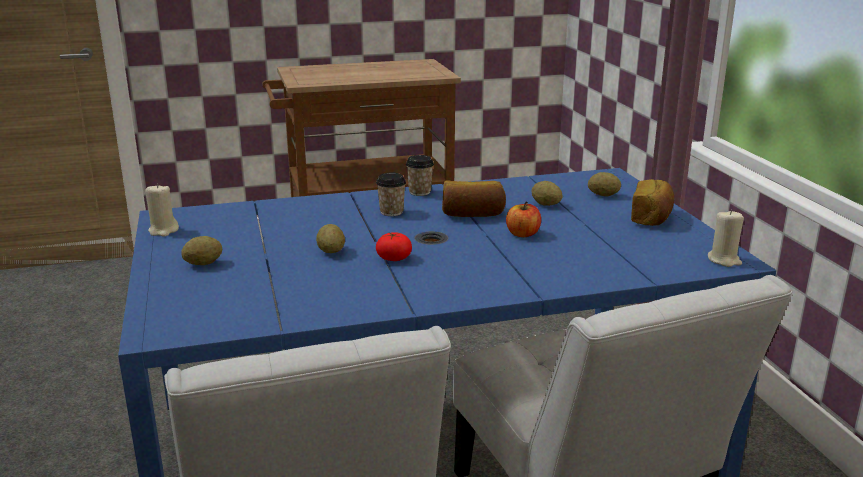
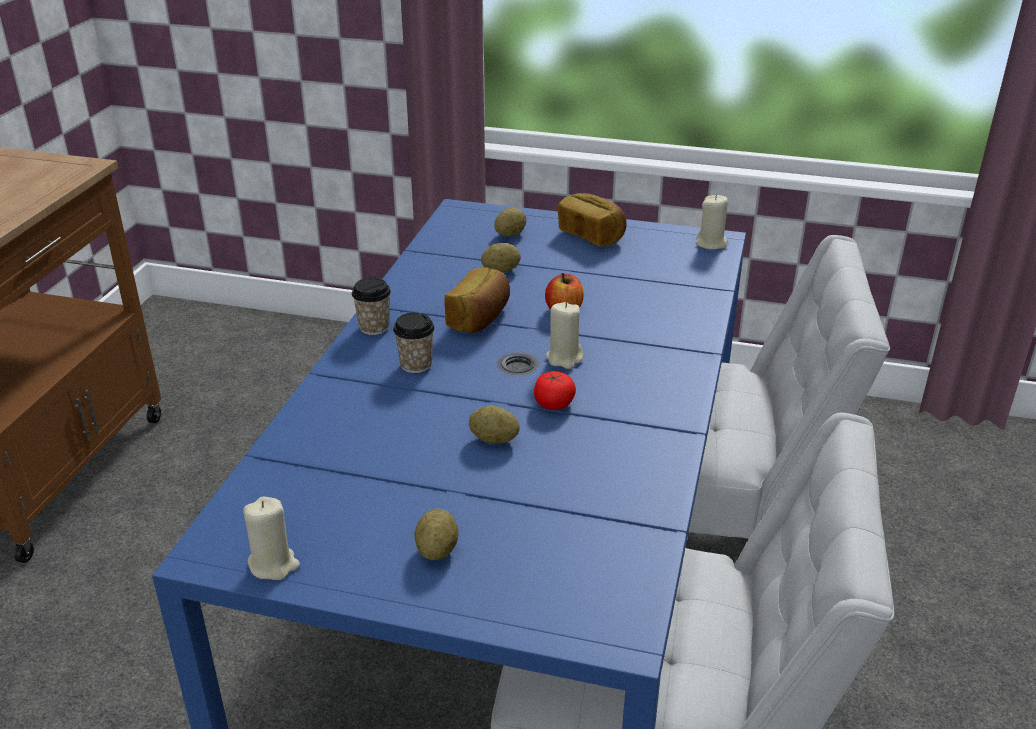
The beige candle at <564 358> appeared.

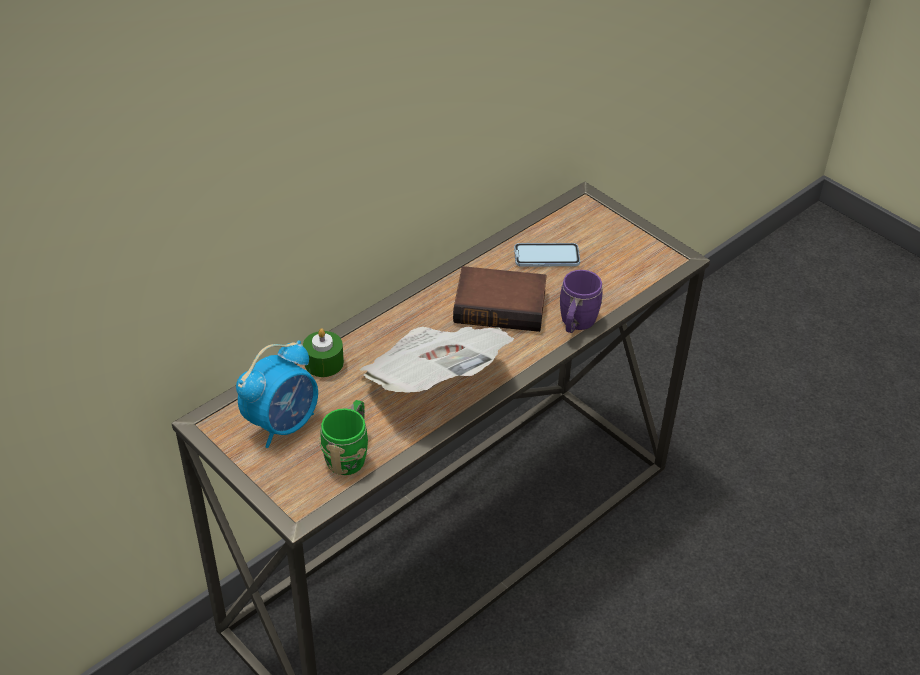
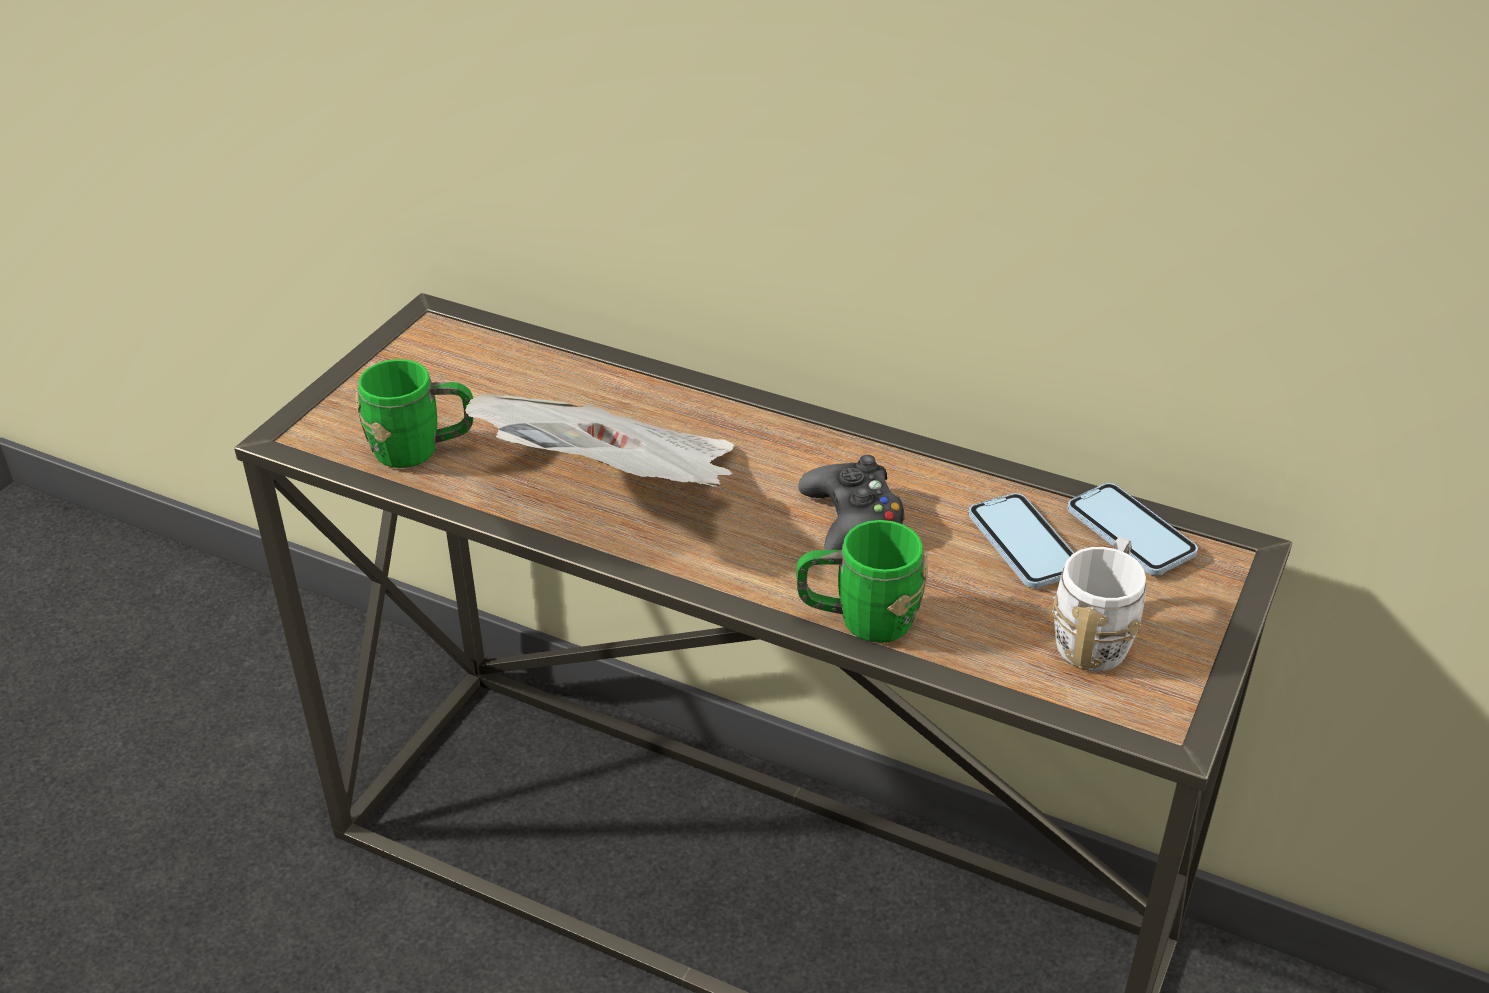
The alarm clock at <283 424> disappeared. The green candle at <324 363> disappeared. The white mug at <1096 636> appeared. The phone at <1130 532> appeared. The book at <501 305> was replaced by the black game controller at <853 521>. The purple mug at <575 324> became the green mug at <859 620>.

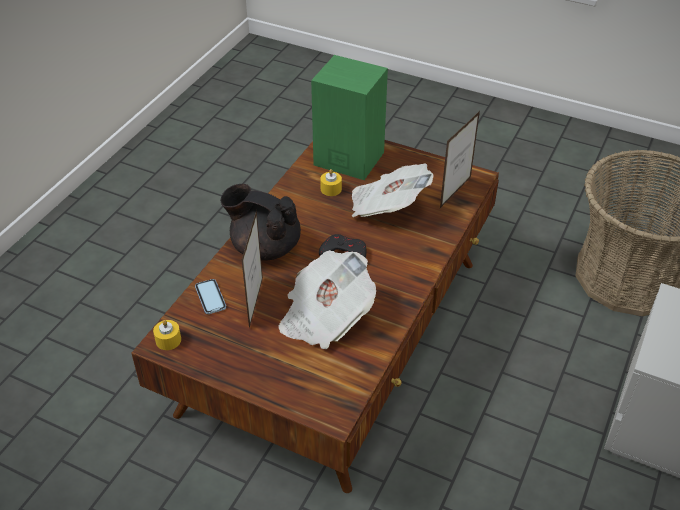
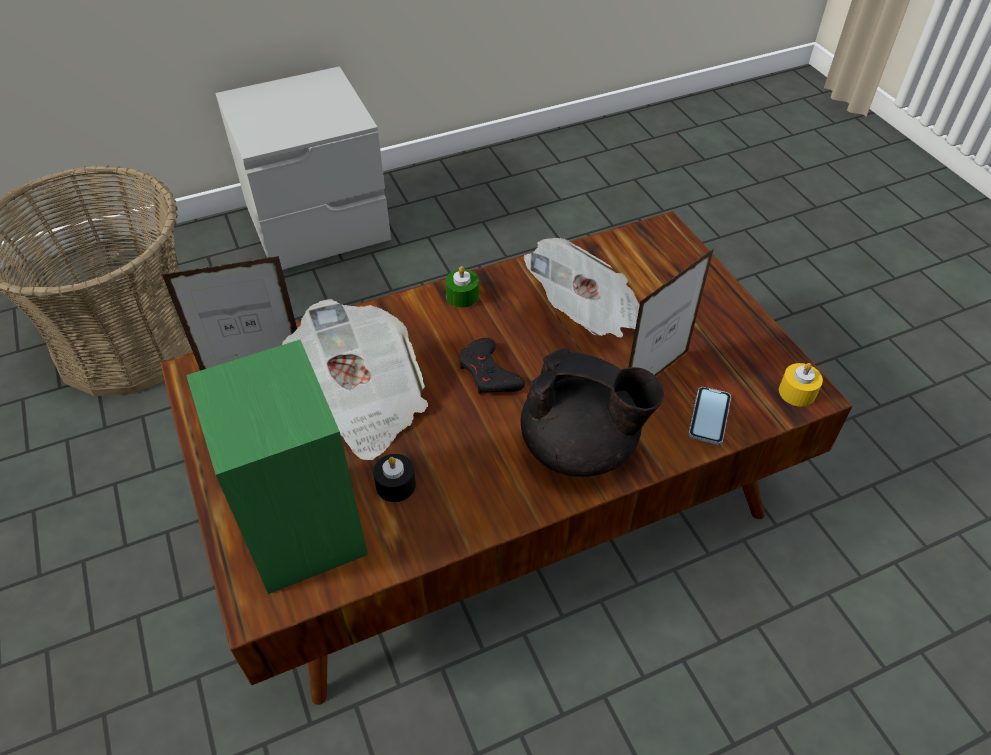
The green candle at <462 296> appeared. The yellow candle at <331 189> became the black candle at <395 485>. The black teapot at <265 247> turned 45 degrees counterclockwise.

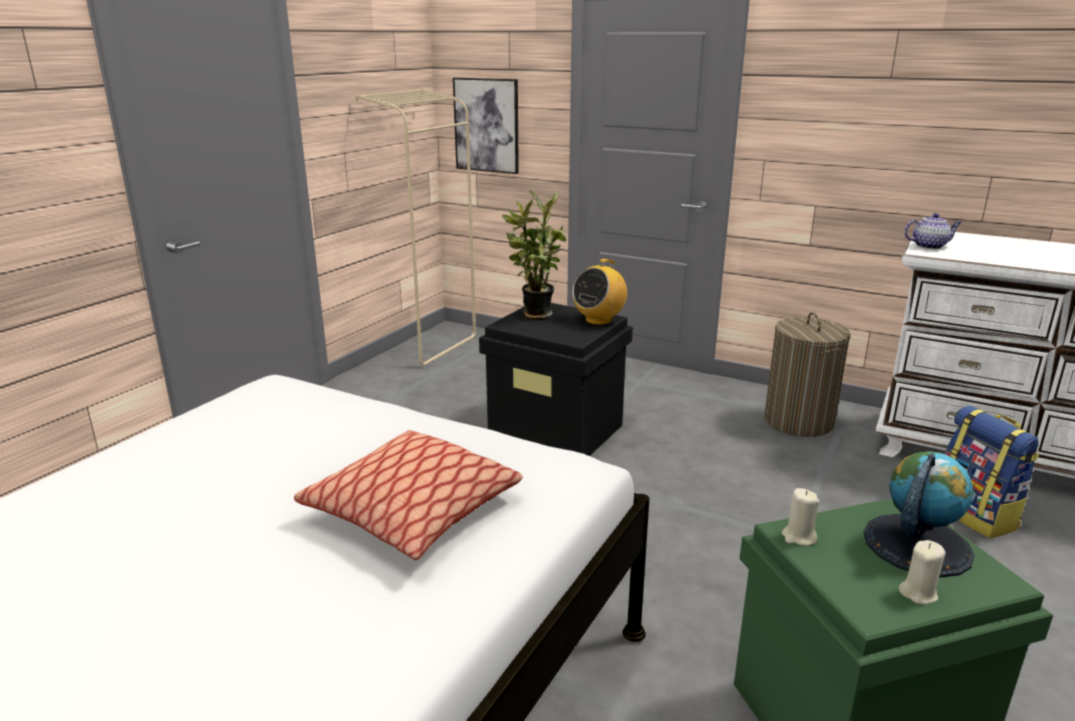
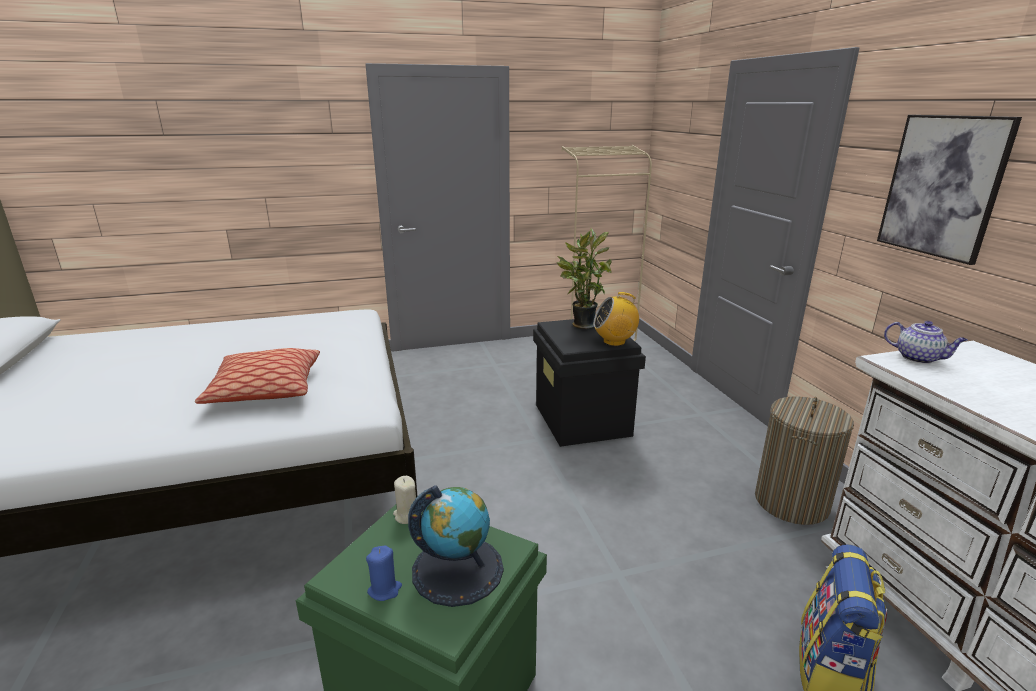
The picture moved from <486 125> to <942 186>. The beige candle at <918 593> became the blue candle at <384 590>.

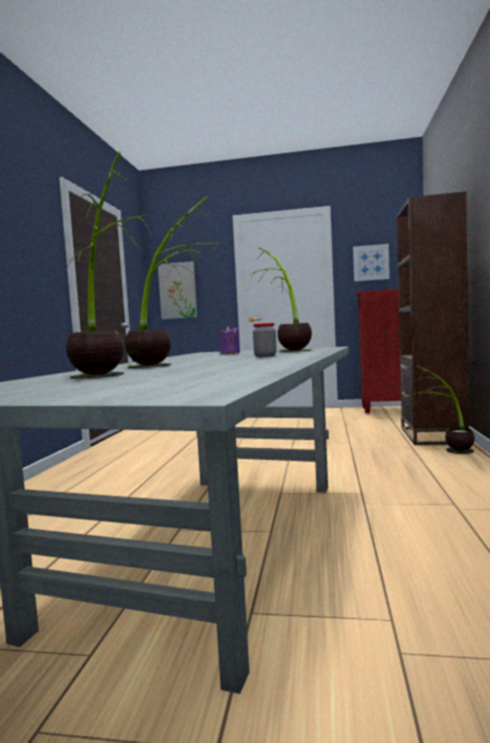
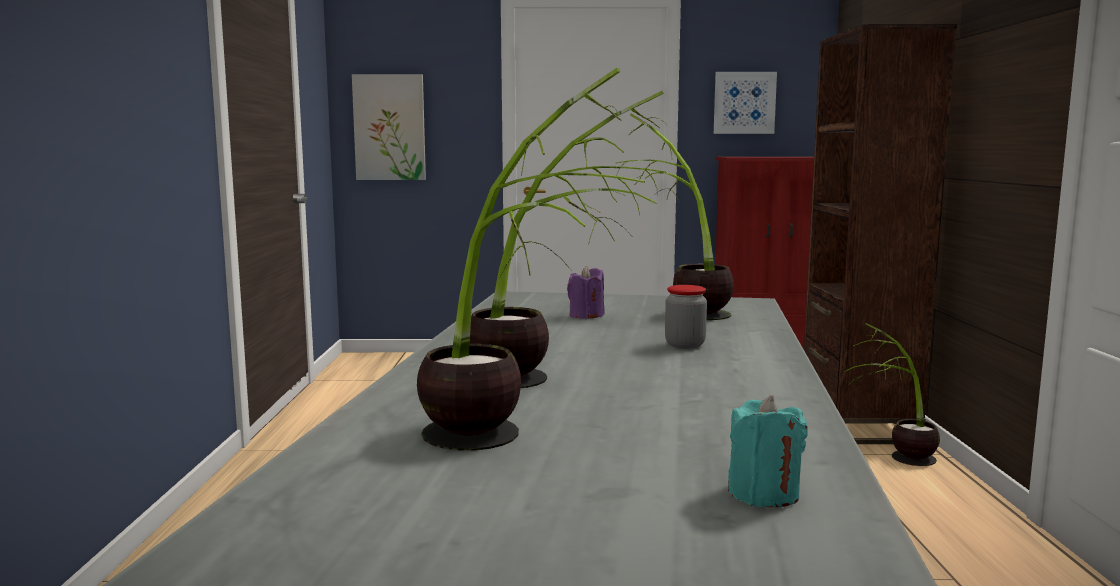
The turquoise candle at <763 494> appeared.

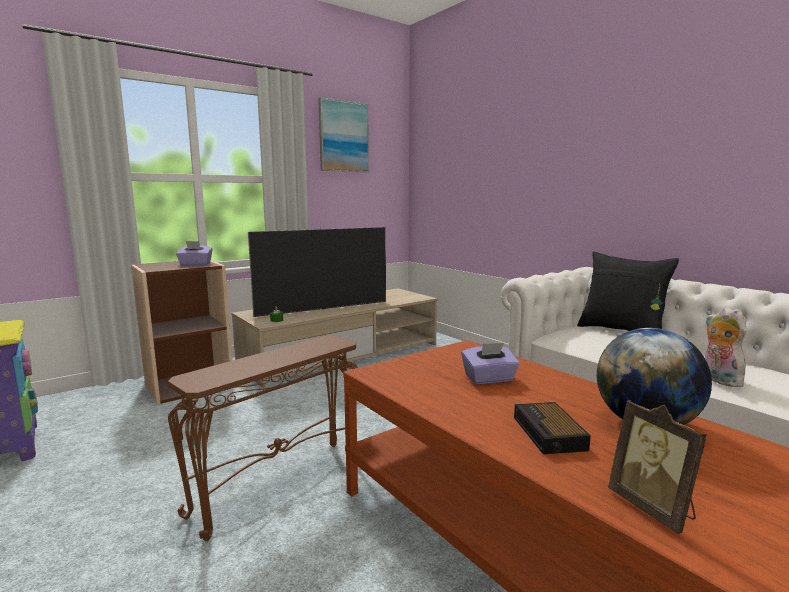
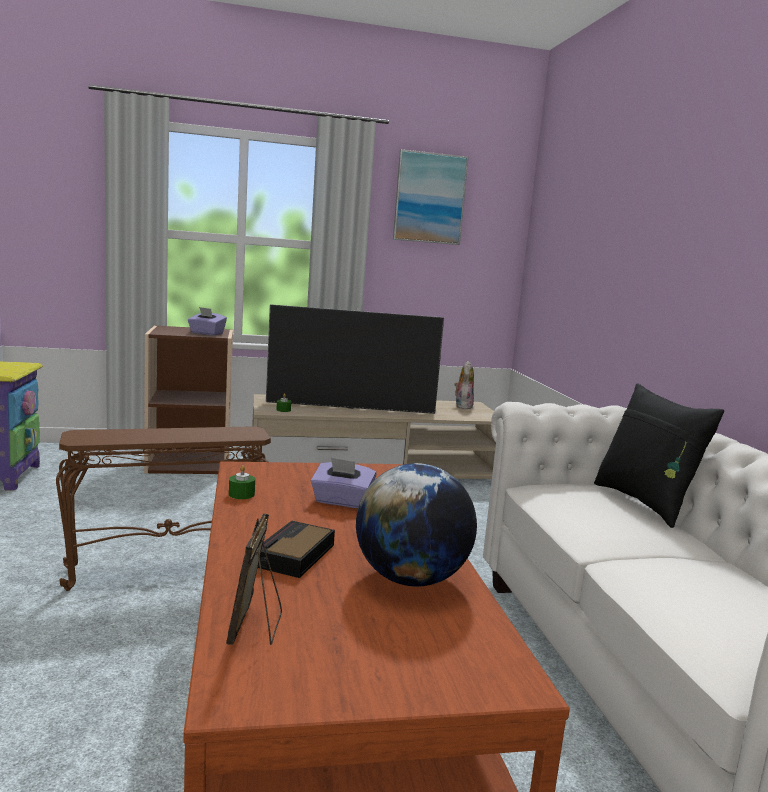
The green candle at <241 494> appeared. The plush toy moved from <718 380> to <462 406>.

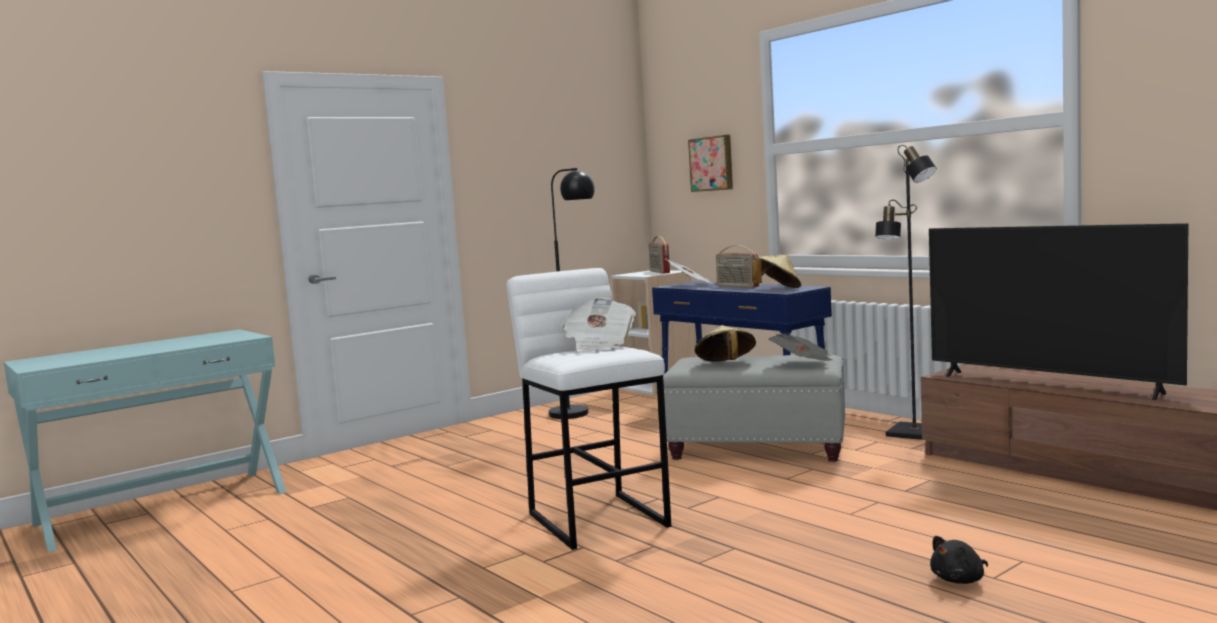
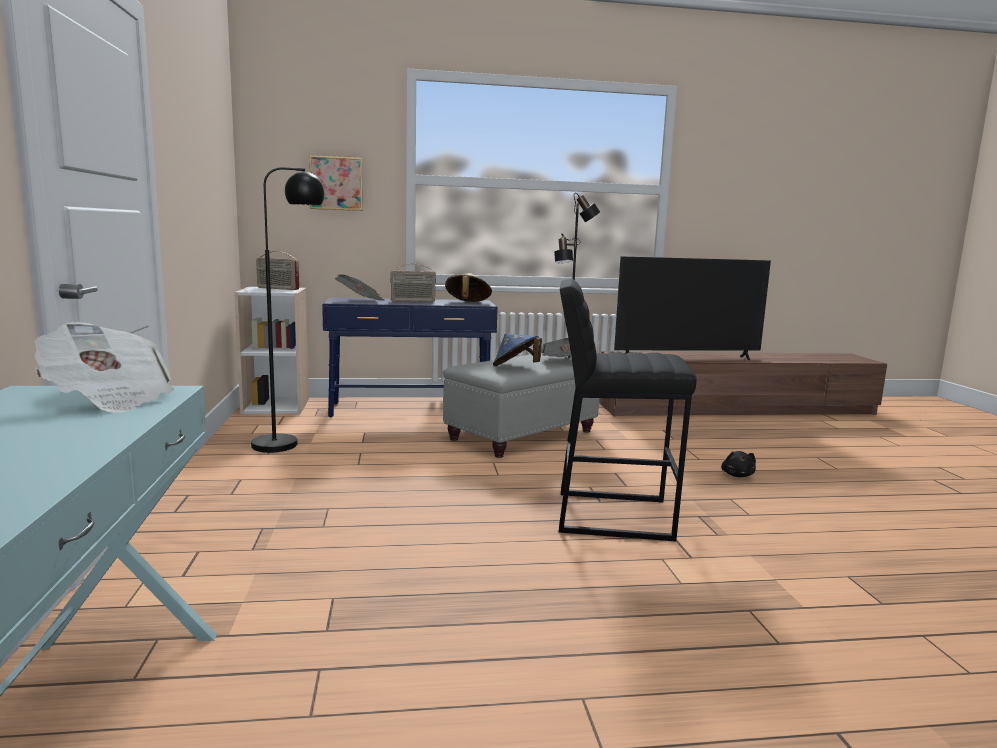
The newspaper moved from <599 345> to <109 398>. The black plush toy moved from <960 580> to <737 475>. The white stool at <596 519> became the black stool at <610 515>. The beige hat at <726 365> became the blue hat at <515 367>.

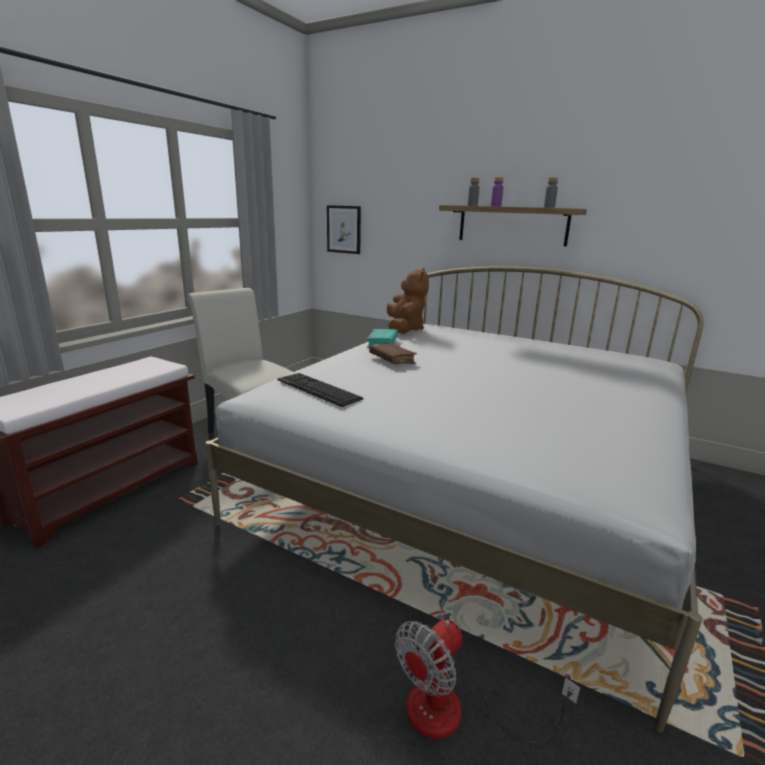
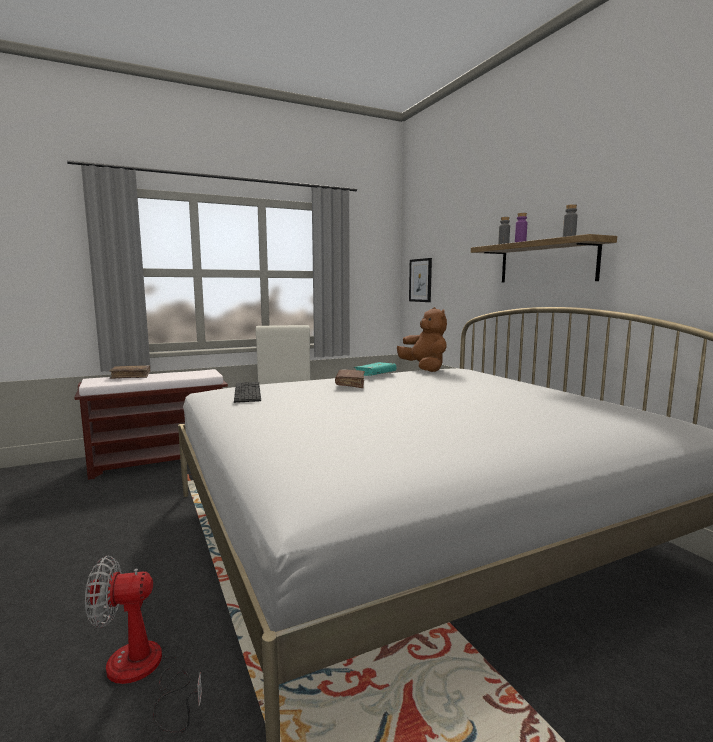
The brown book at <131 376> appeared. The brown plush toy at <404 329> turned 60 degrees counterclockwise.

